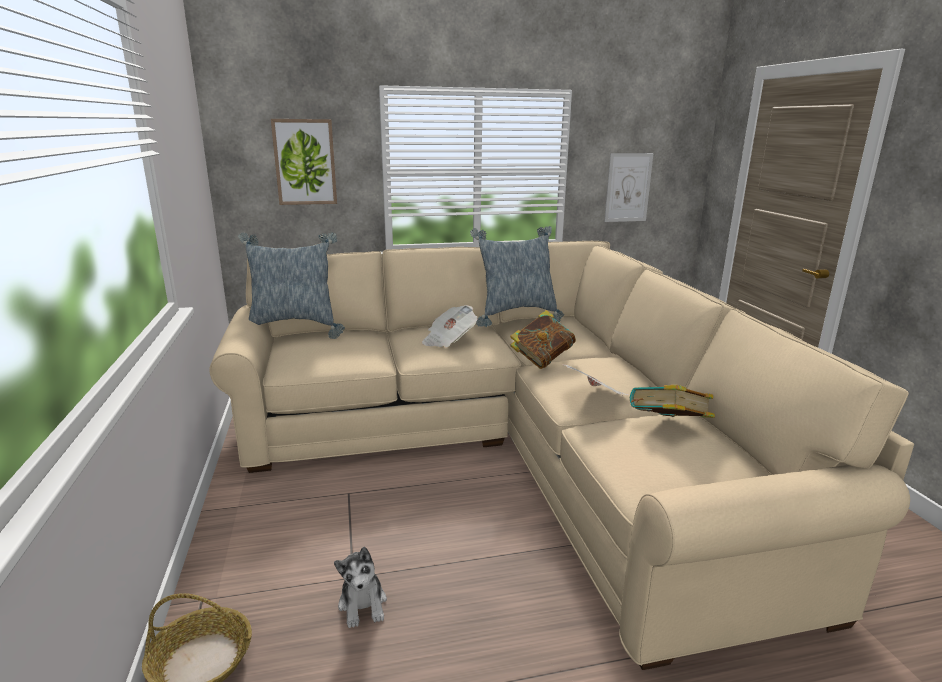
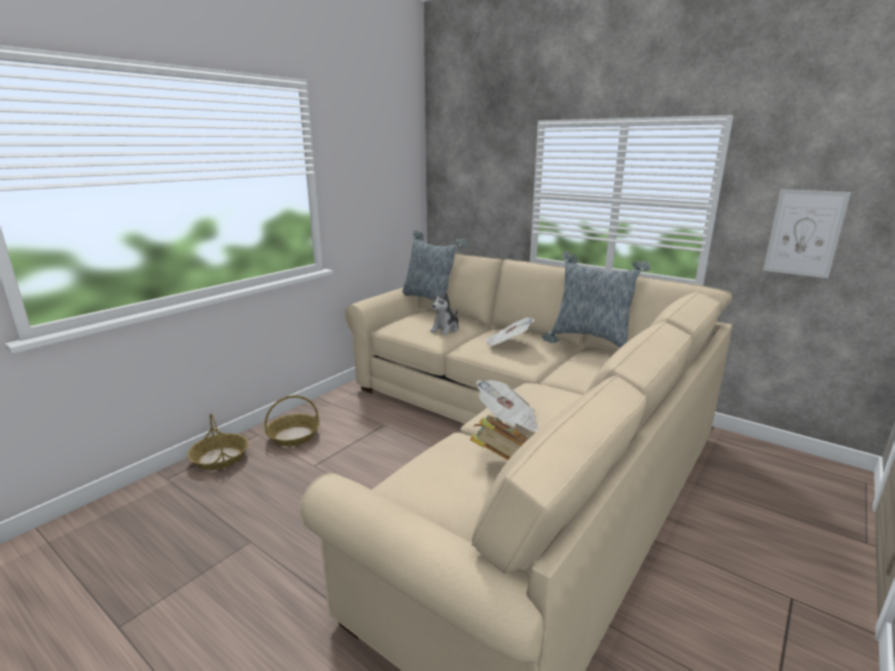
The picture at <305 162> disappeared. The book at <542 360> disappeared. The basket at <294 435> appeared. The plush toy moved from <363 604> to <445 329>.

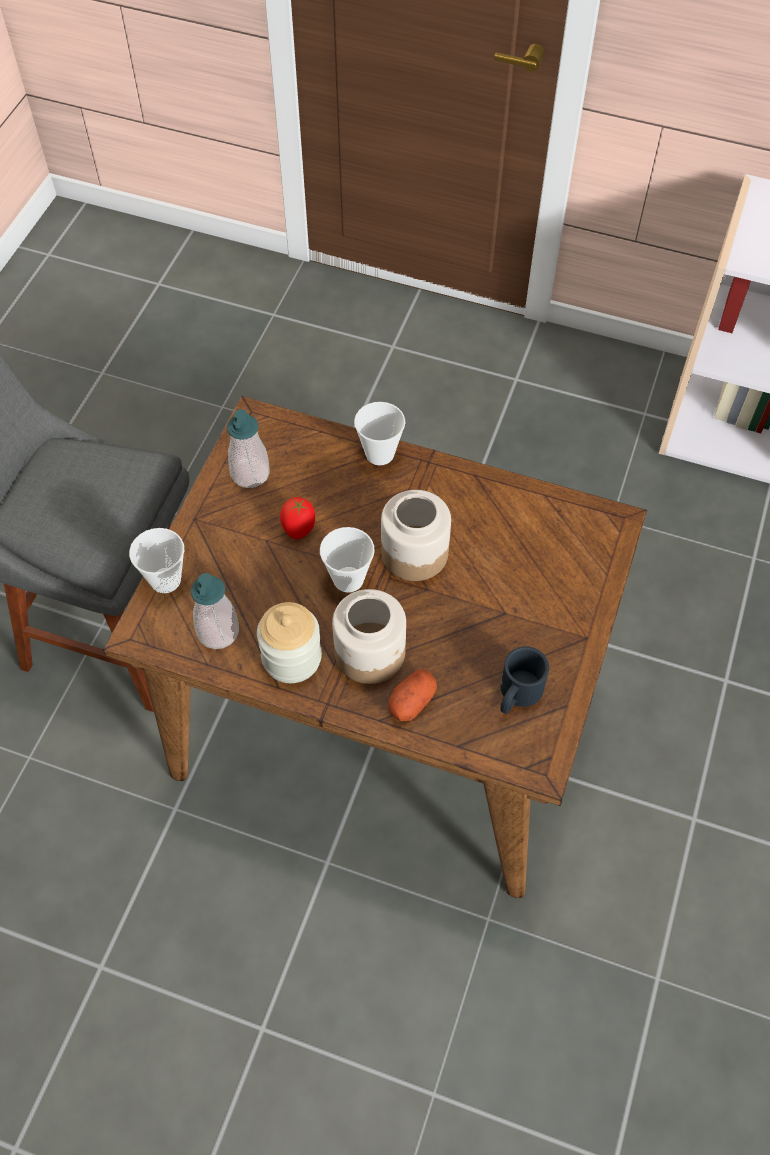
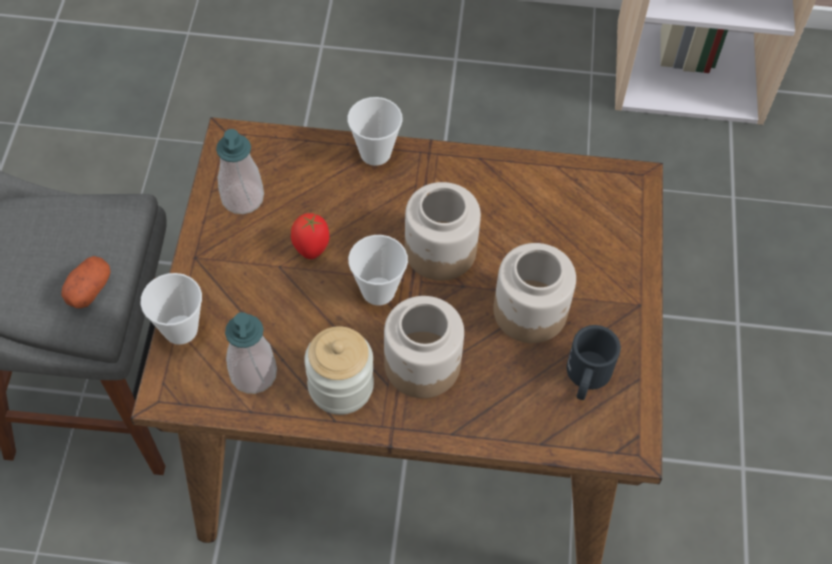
The jar at <531 311> appeared. The potato moved from <412 701> to <89 289>.

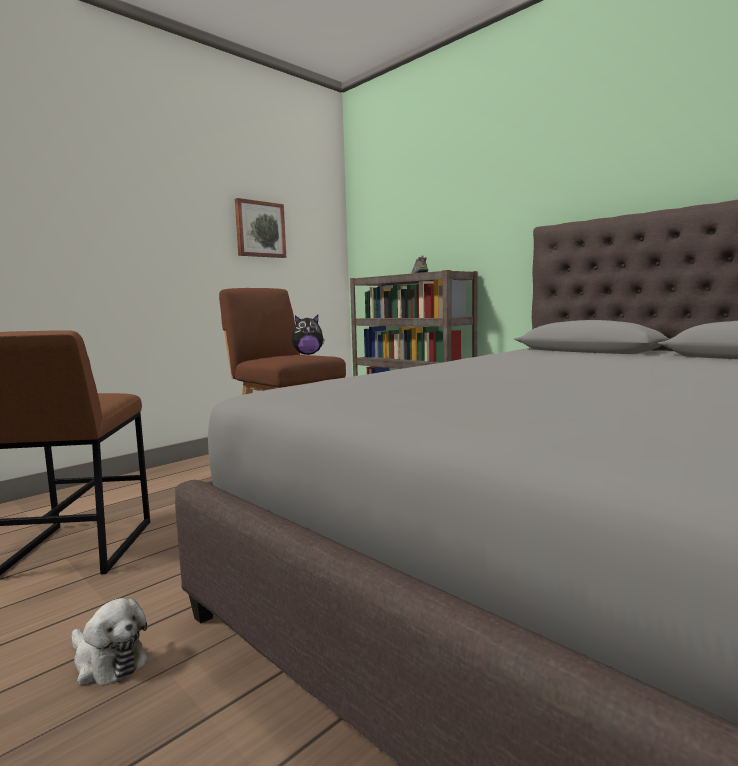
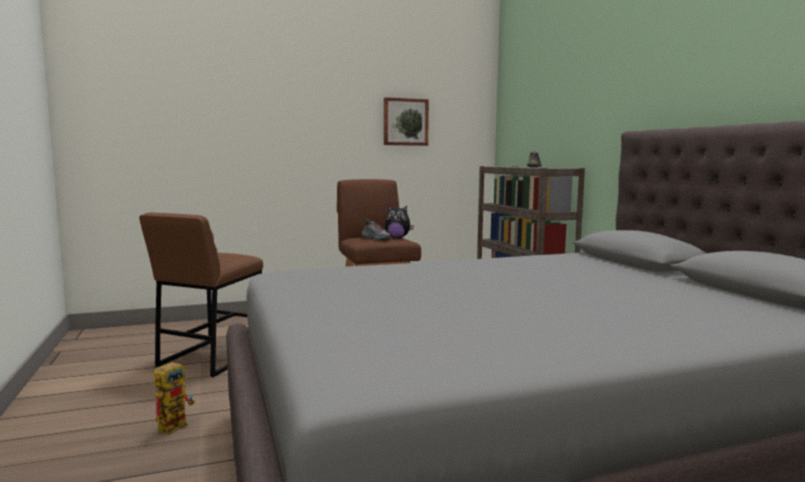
The shoe at <376 239> appeared. The plush toy at <108 662> was replaced by the toy robot at <176 424>.

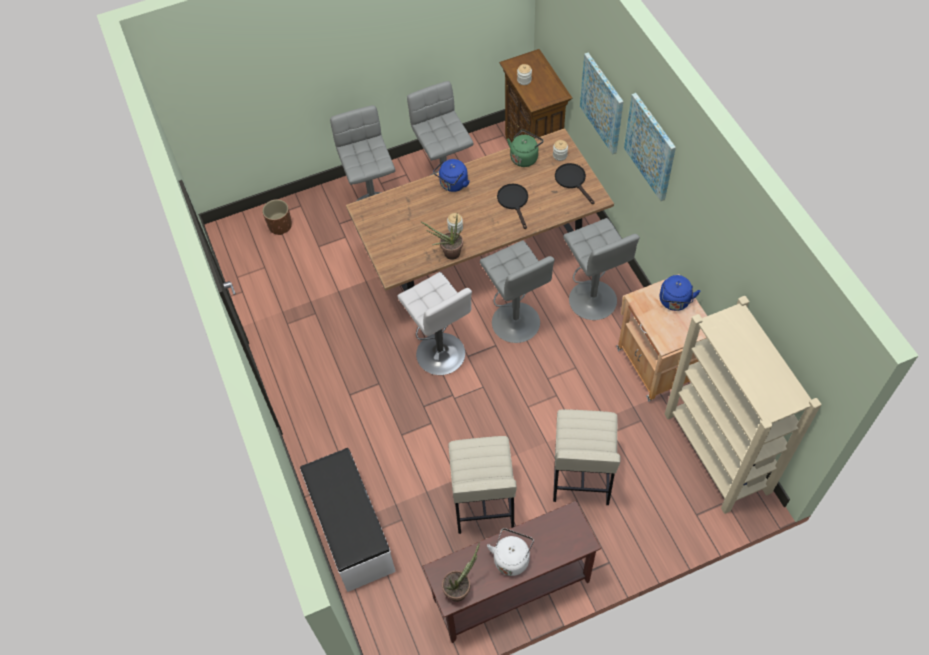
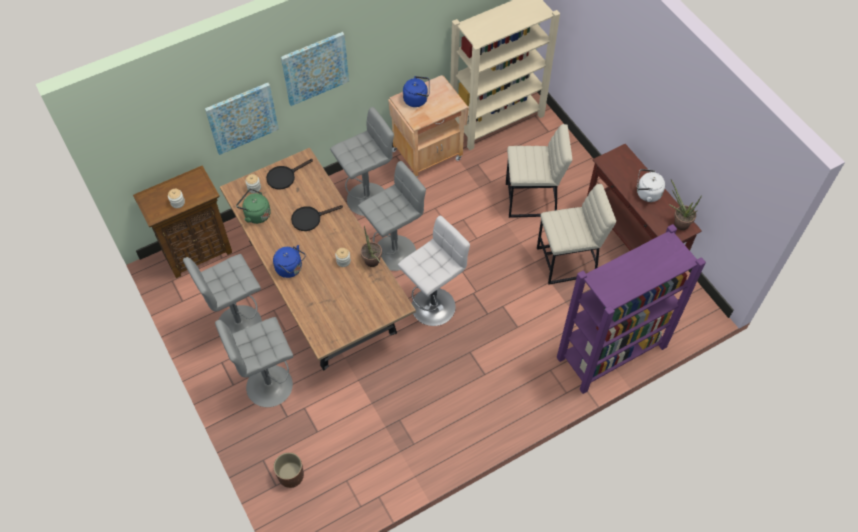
The white bench at <351 531> was replaced by the purple bookcase at <611 352>.

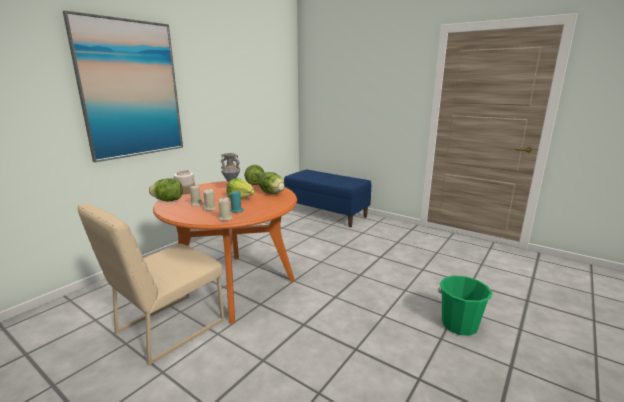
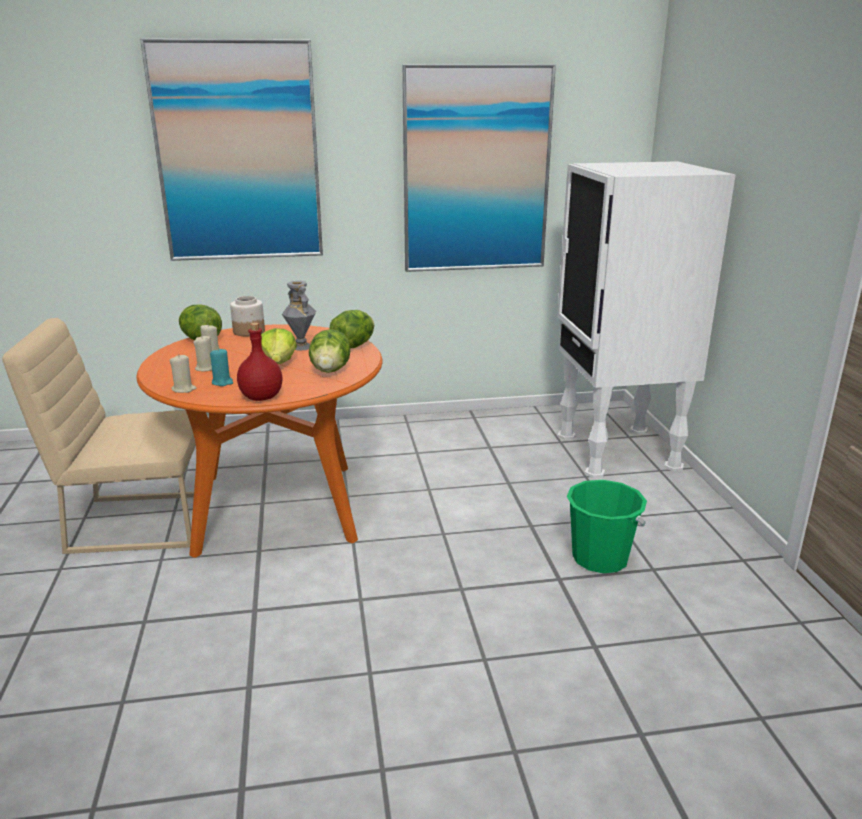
The red bottle at <261 398> appeared. The picture at <476 171> appeared. The green bucket moved from <459 325> to <600 558>. The blue bench at <326 213> was replaced by the white cabinet at <616 451>.

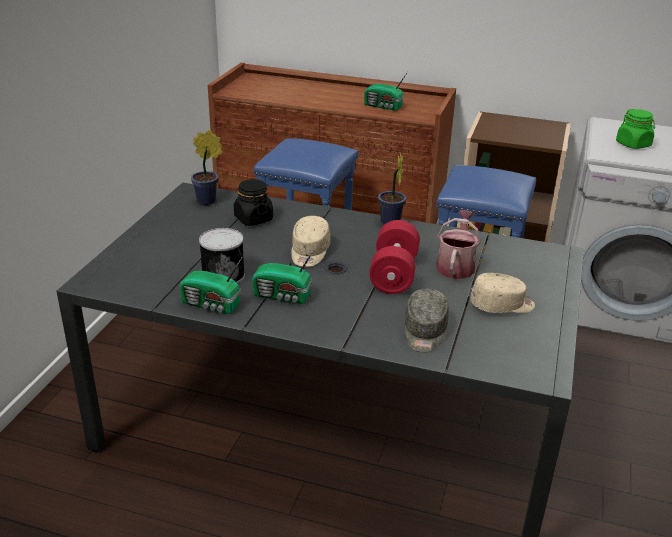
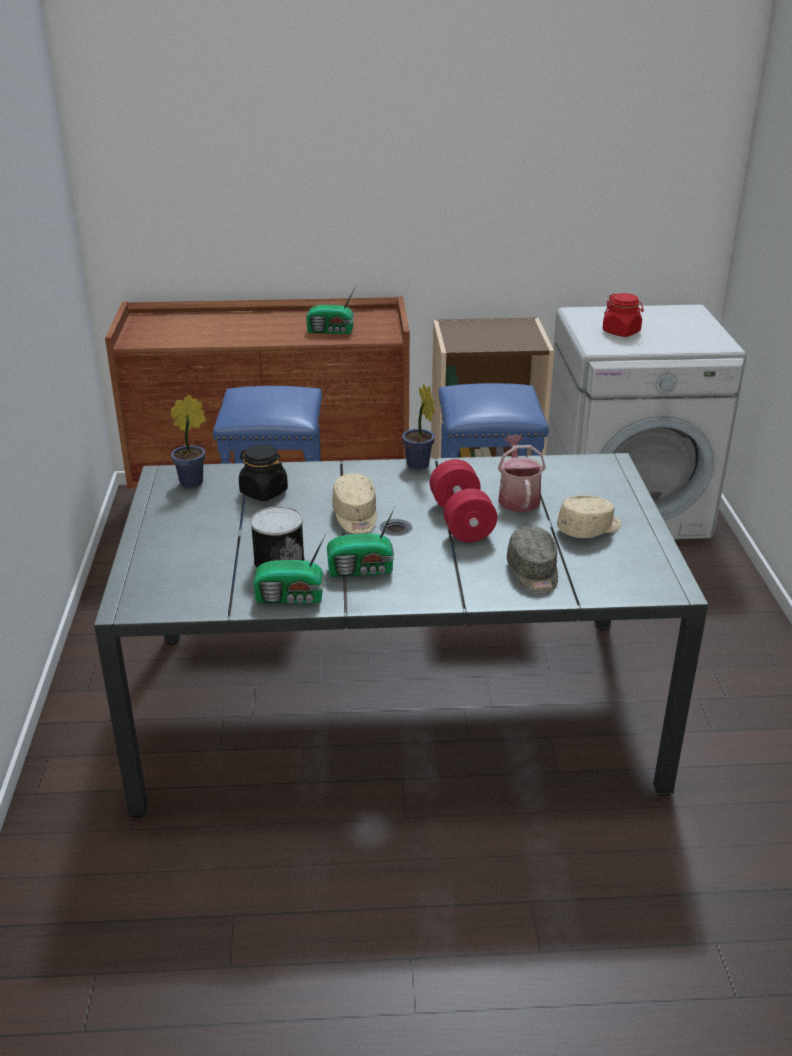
The green jar at <633 144> became the red jar at <621 332>.

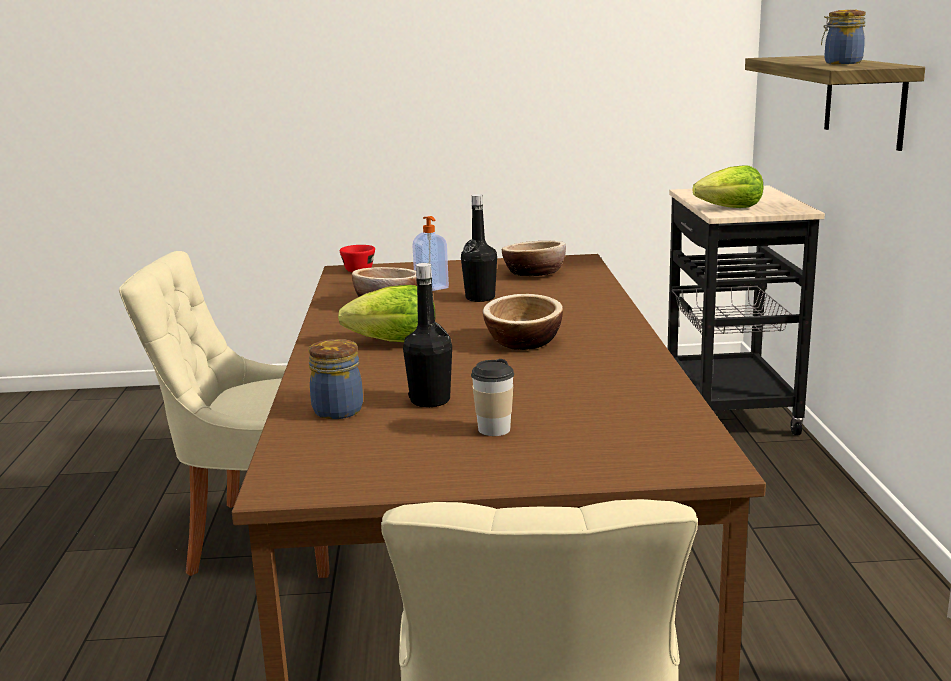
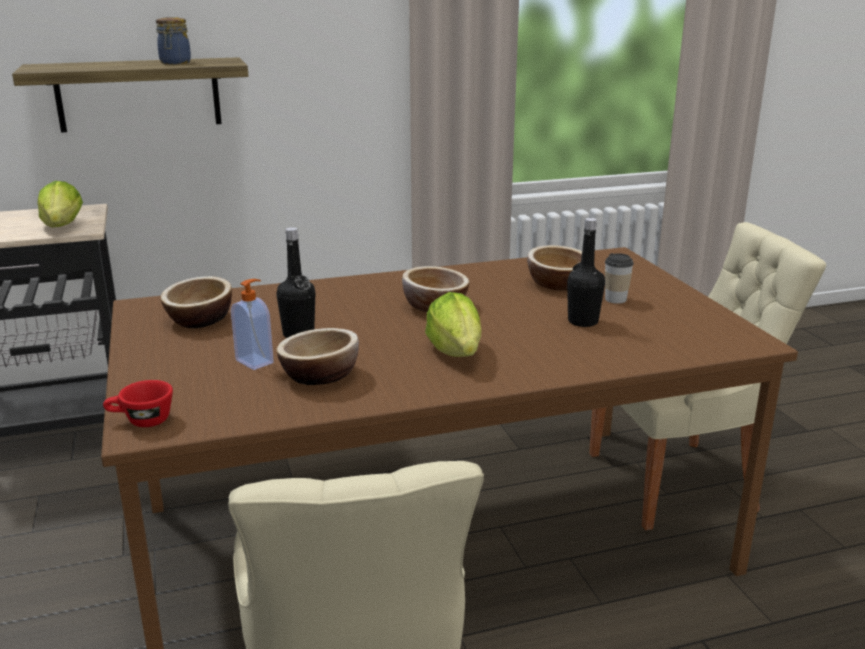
The jar at <338 410> disappeared. The bowl at <557 284> appeared.

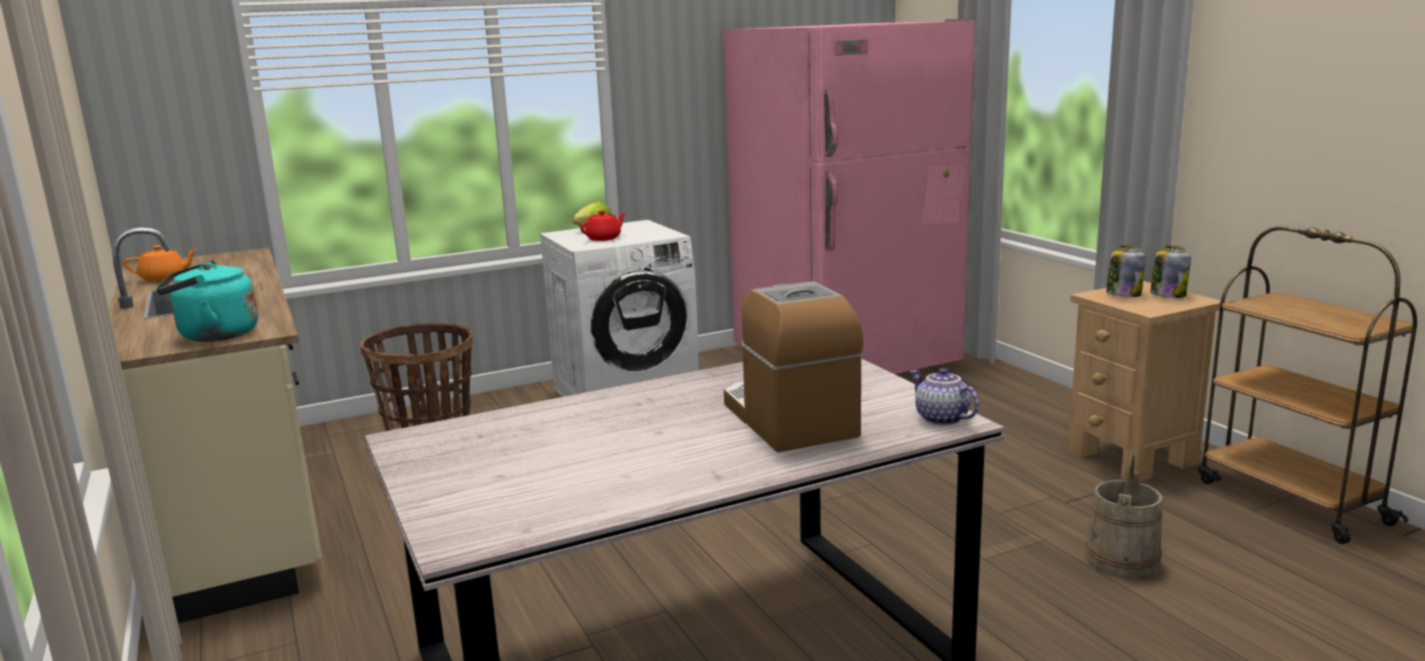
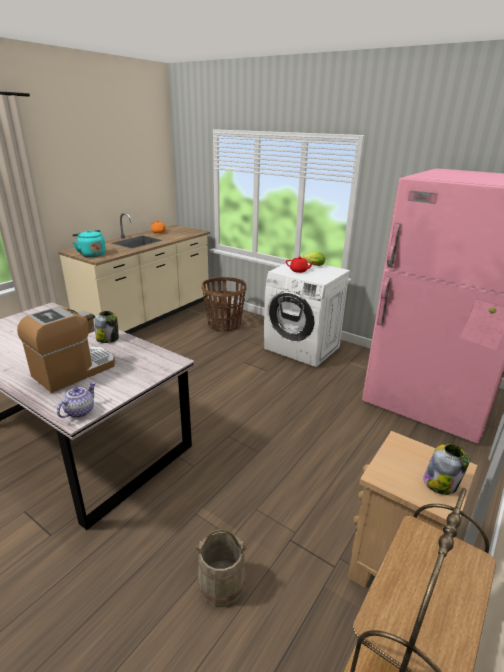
The jar moved from <1123 294> to <108 339>.

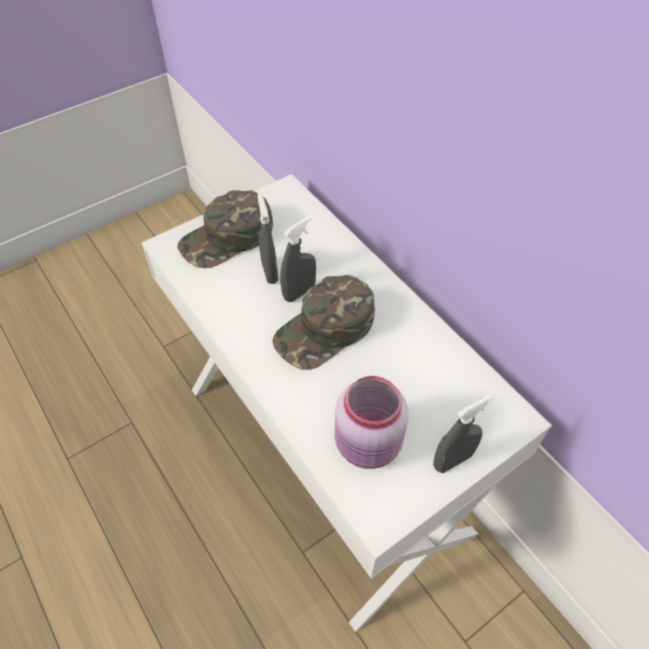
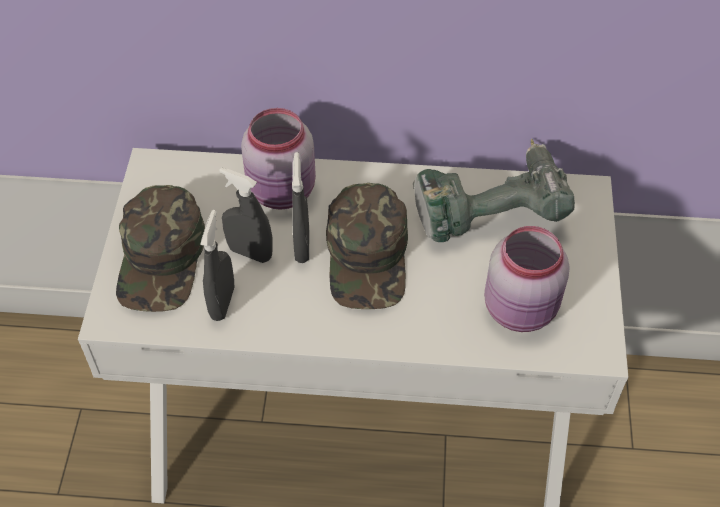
The pink jar at <283 192> appeared. The power drill at <487 207> appeared. The grey spray bottle moved from <452 460> to <222 303>.

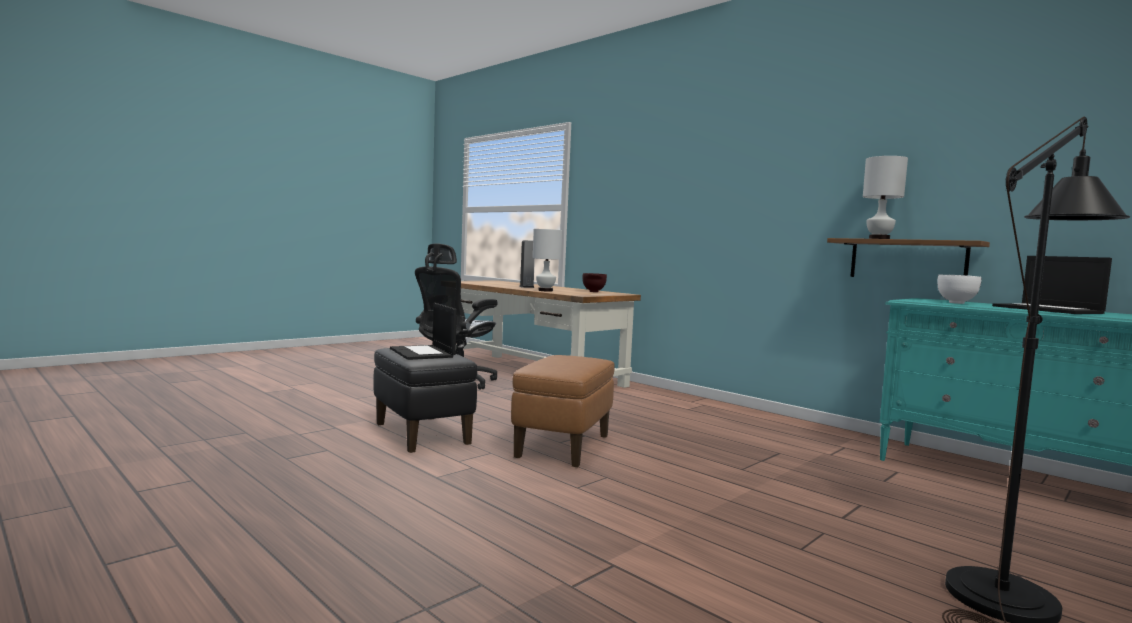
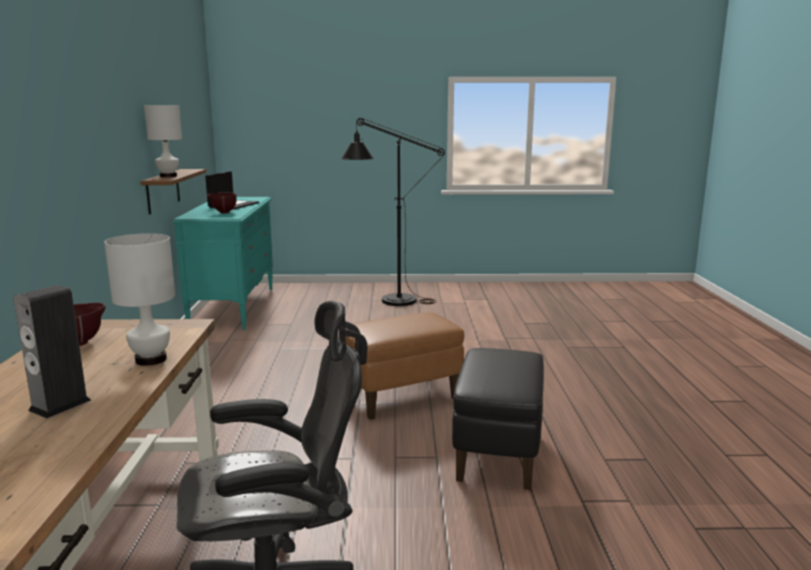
The laptop at <423 353> disappeared. The white bowl at <956 303> became the brown bowl at <223 212>.

